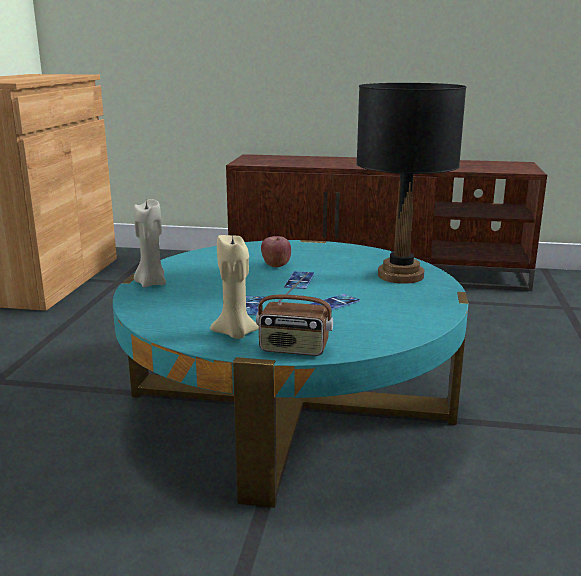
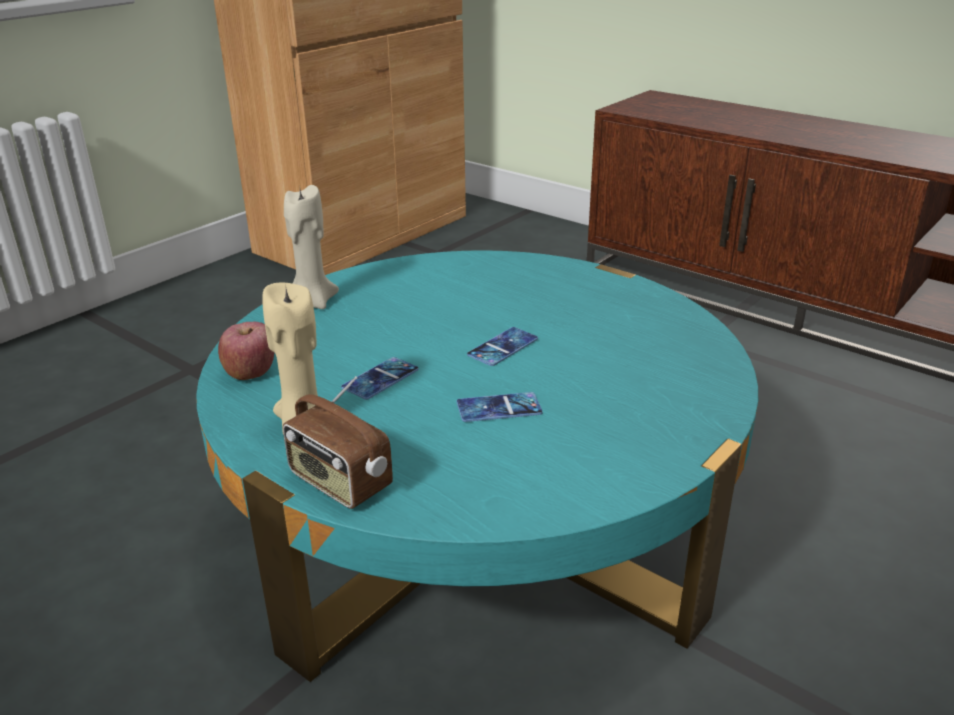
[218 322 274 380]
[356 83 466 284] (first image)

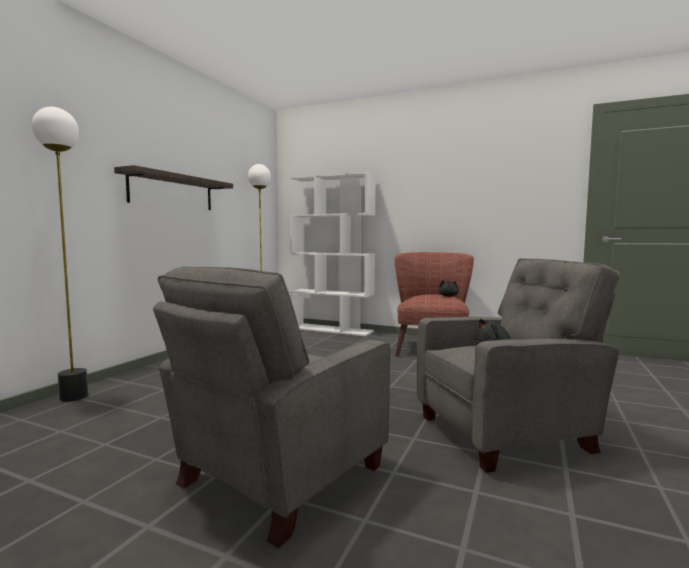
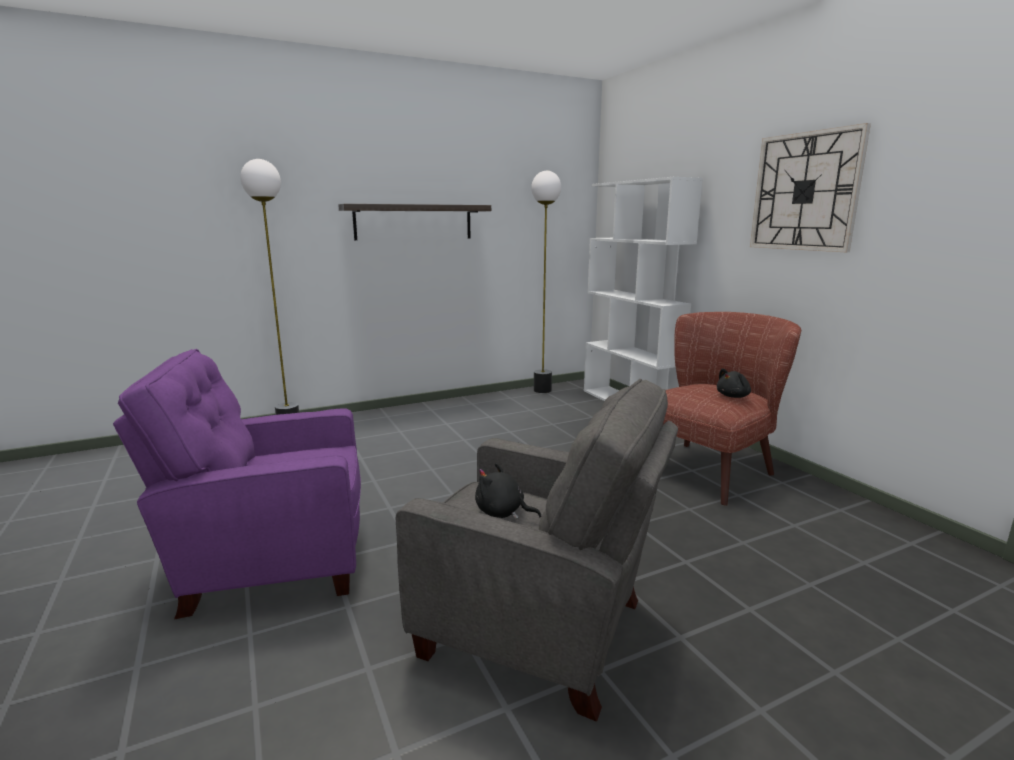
[113 349 361 619]
[750 123 871 252]

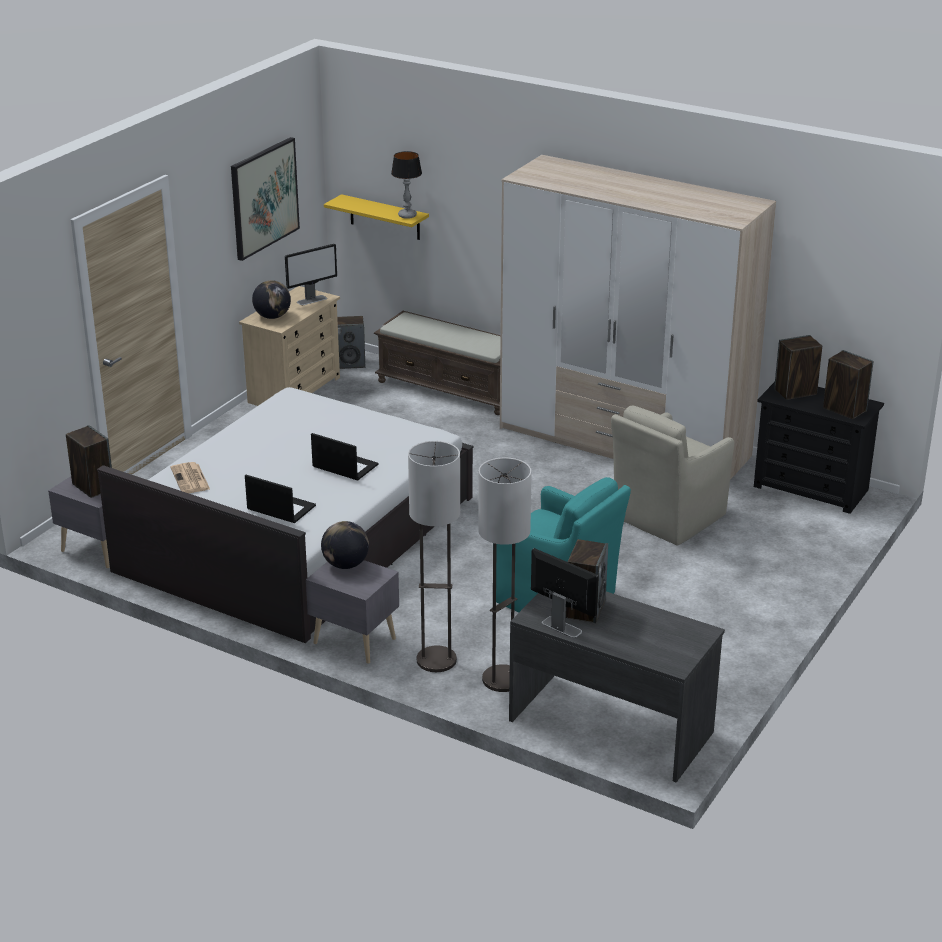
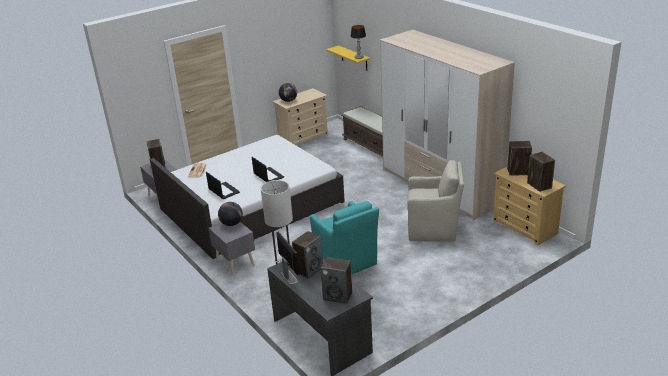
[231 137 300 261] (first image)
[285 244 337 305] (first image)
[321 257 352 304]
[408 441 460 672] (first image)
[407 160 464 242]
[493 167 566 245]

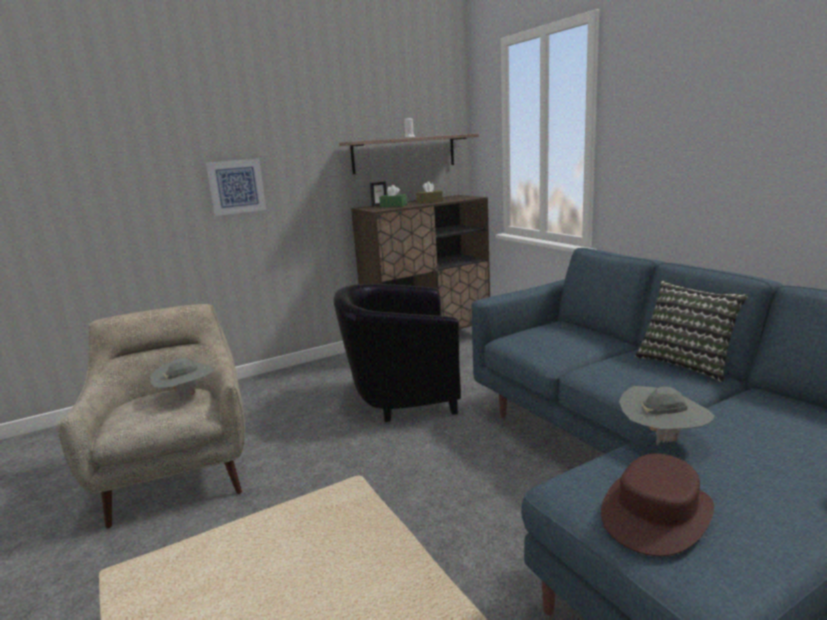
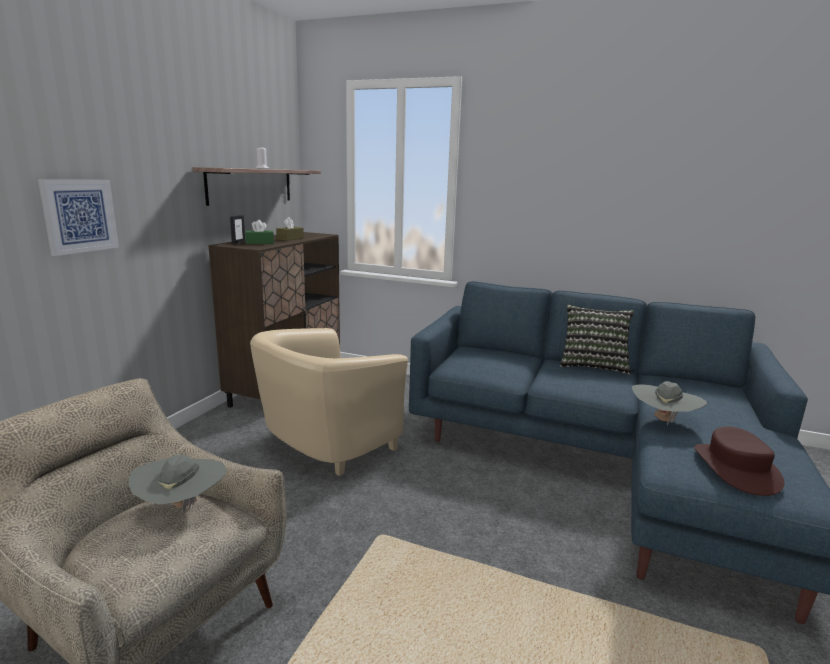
[250 328 408 476]

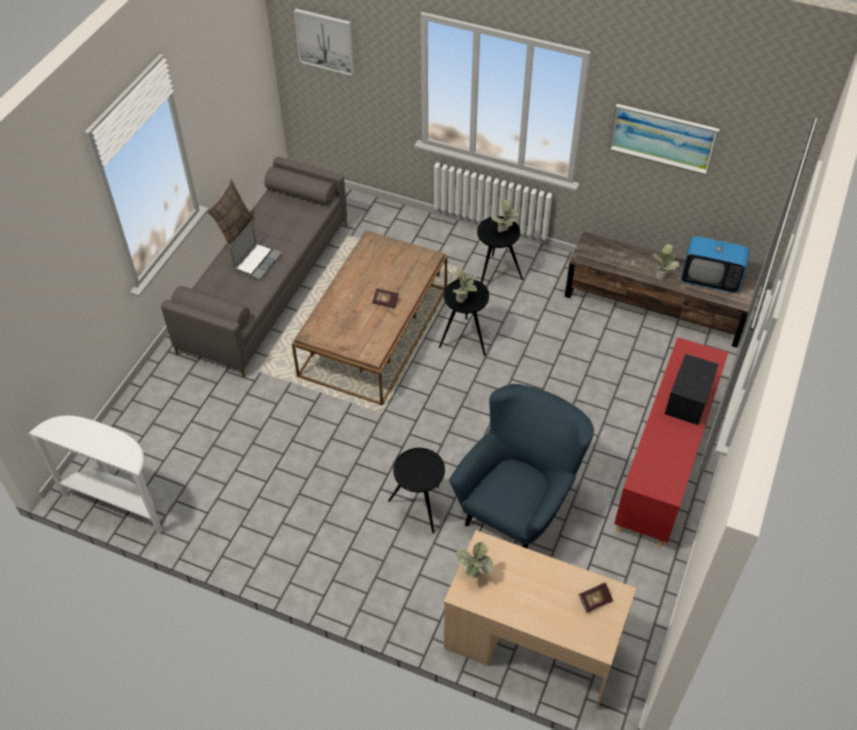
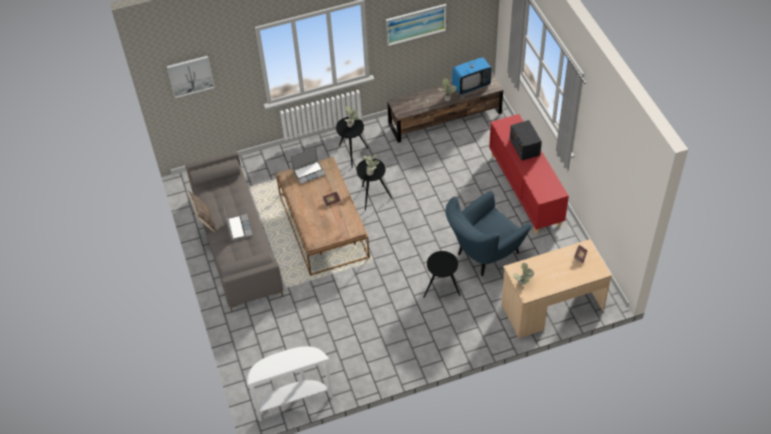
[446 191 532 276]
[291 147 326 184]

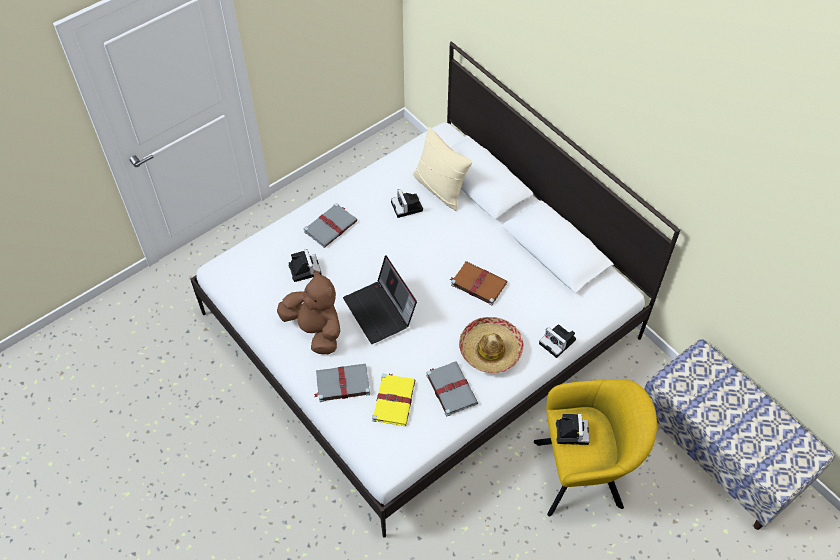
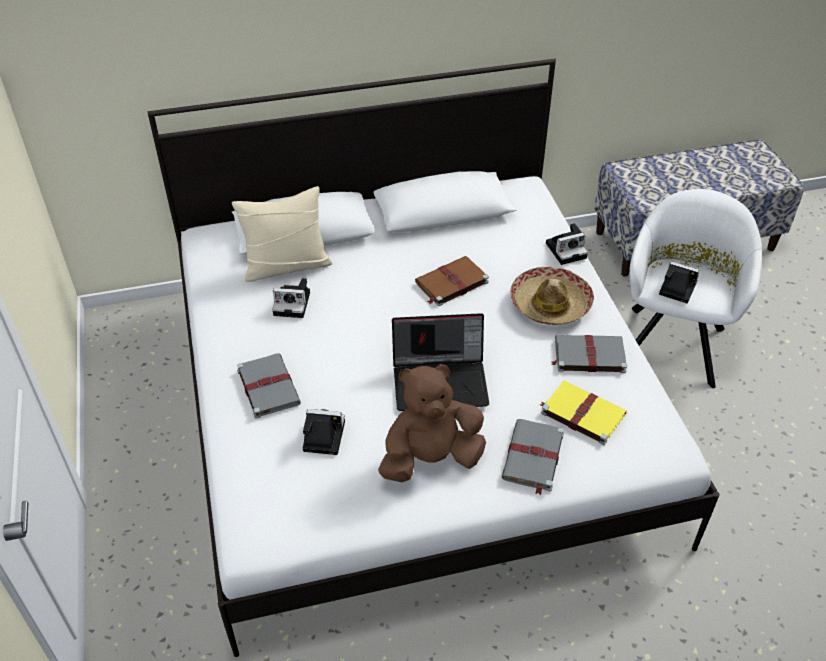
[629 189 762 388]

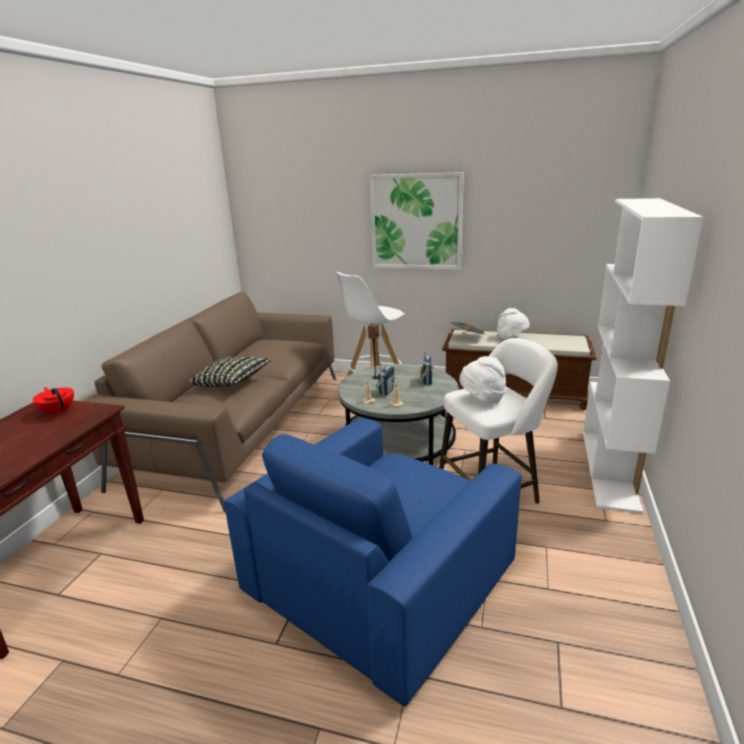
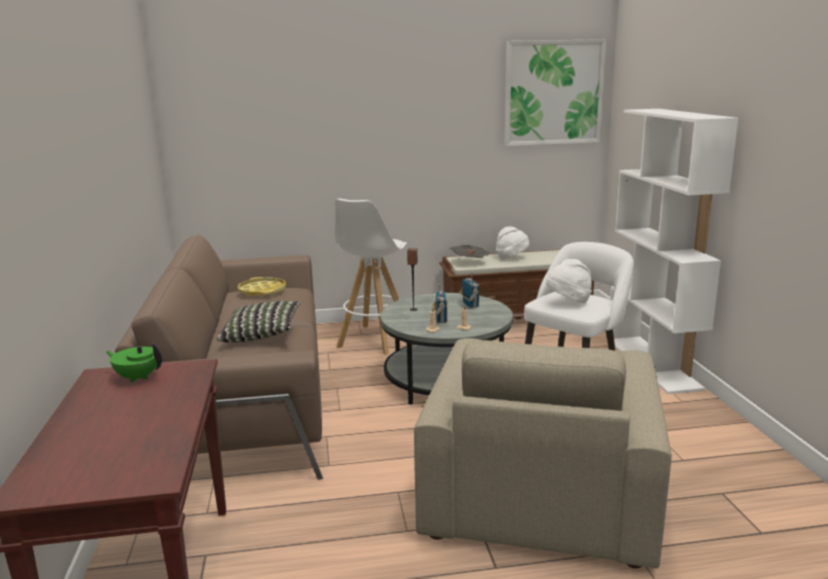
[106 342 162 382]
[414 338 672 568]
[505 39 606 146]
[238 277 286 297]

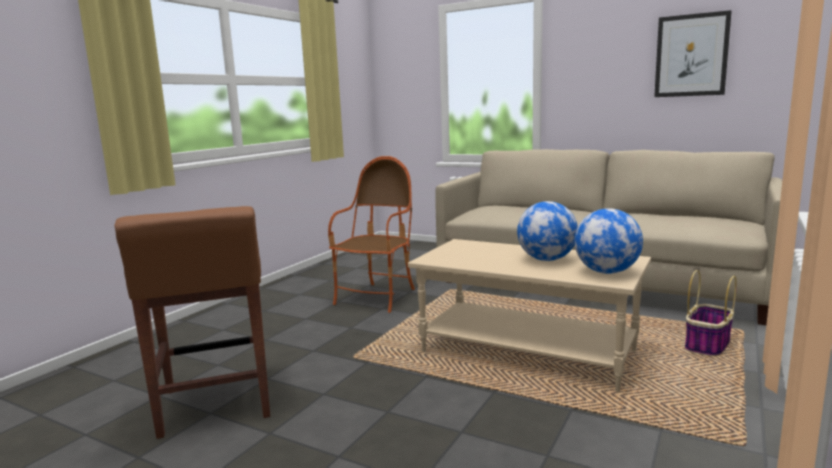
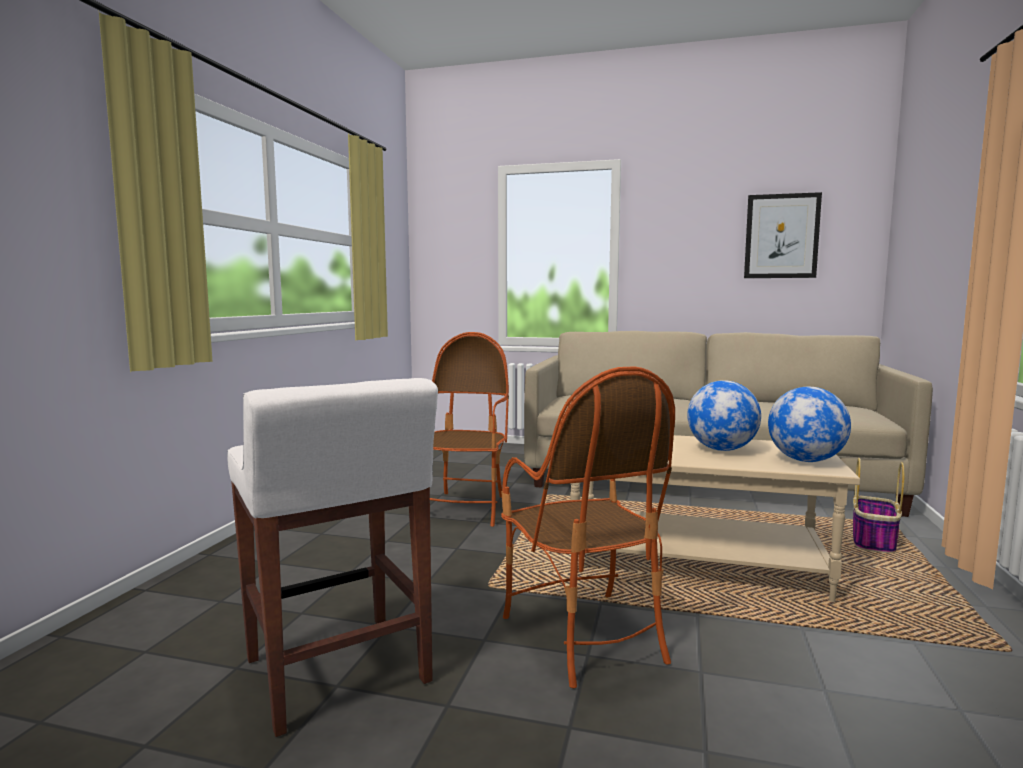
[227 378 438 737]
[501 366 675 688]

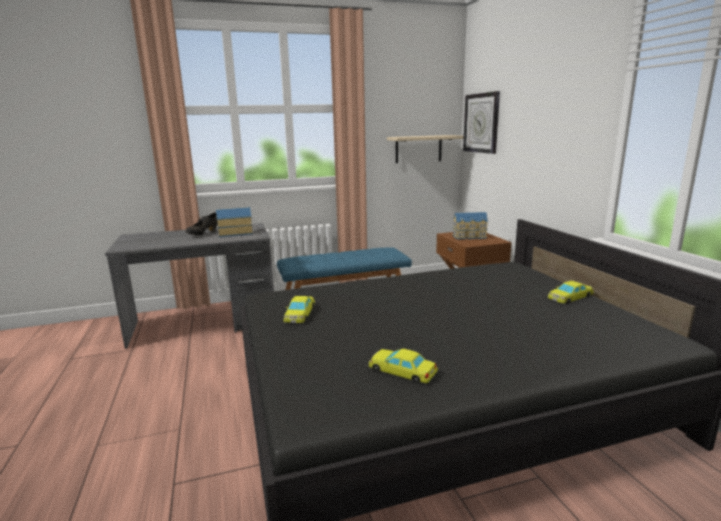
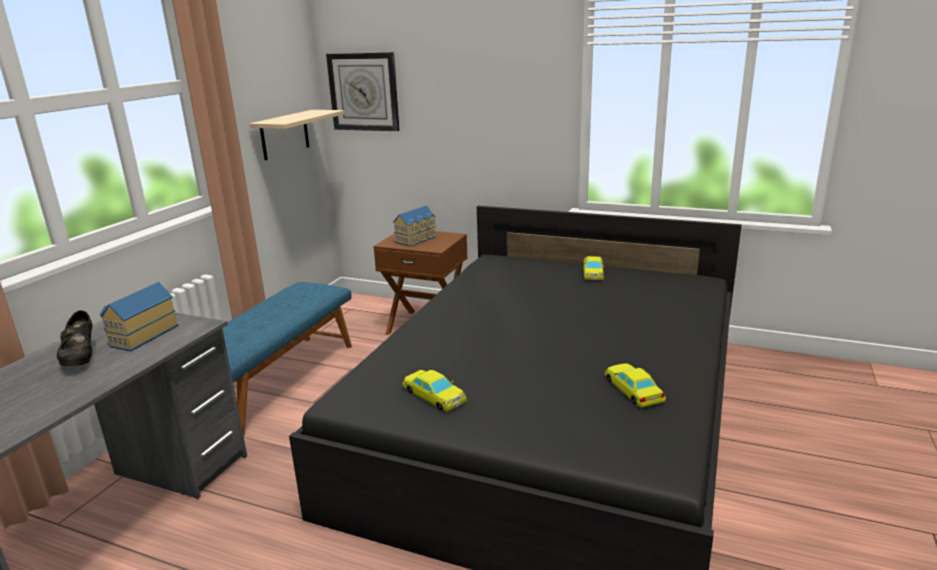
[604 363 666 408]

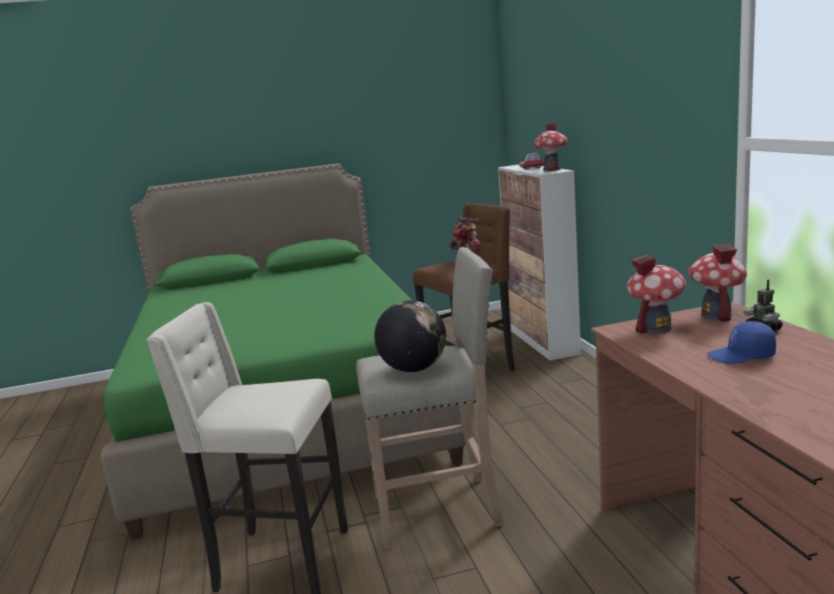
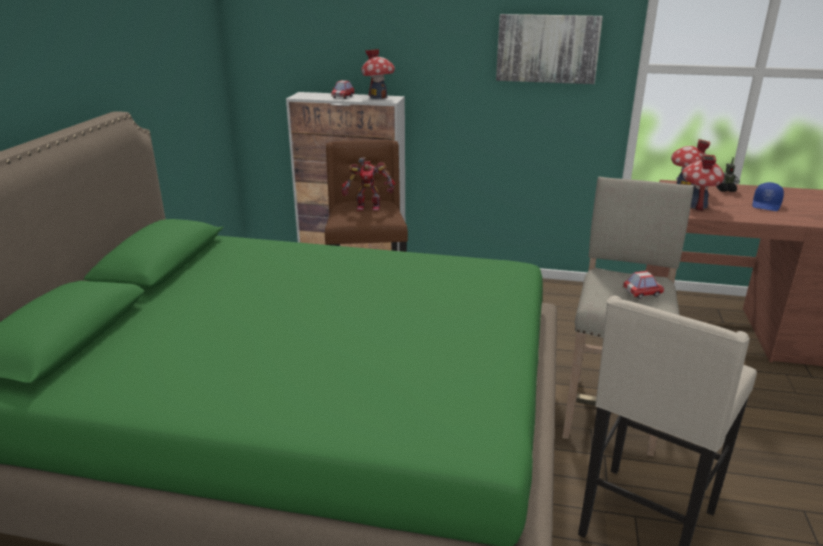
[623 271 664 299]
[496 14 603 84]

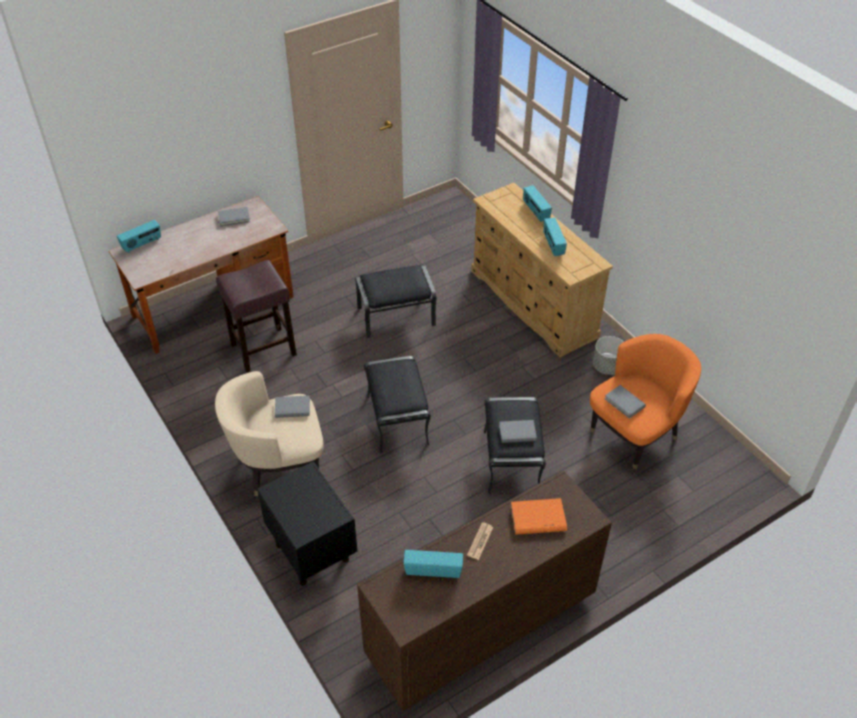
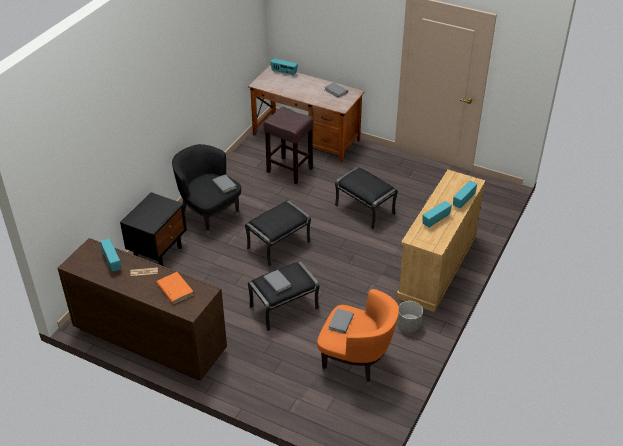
[172 144 241 234]

